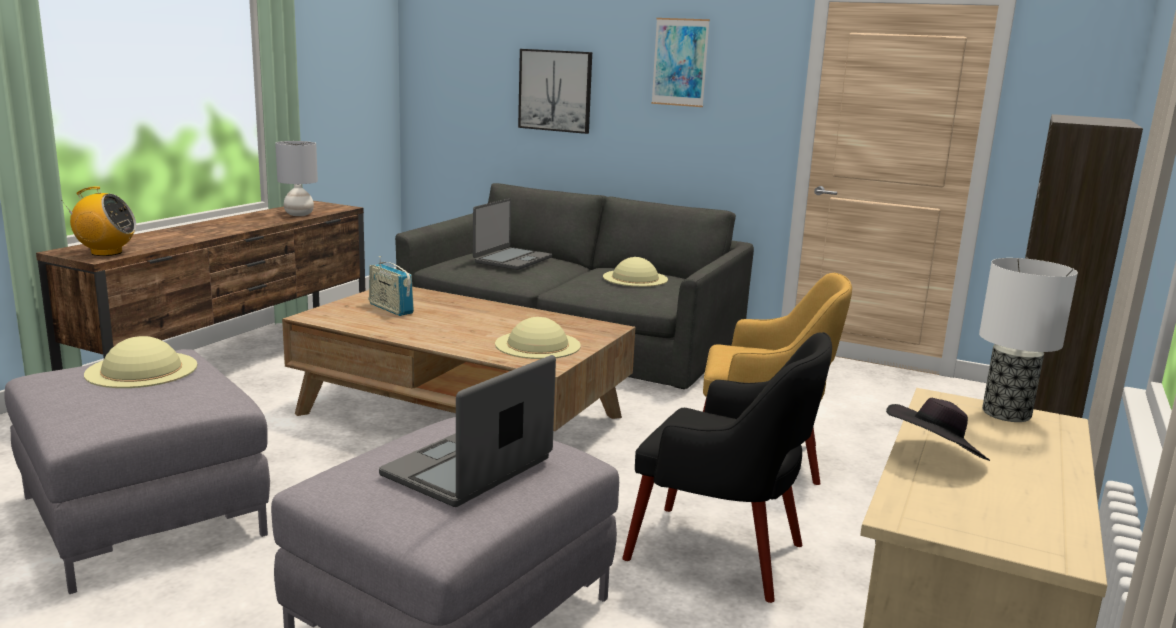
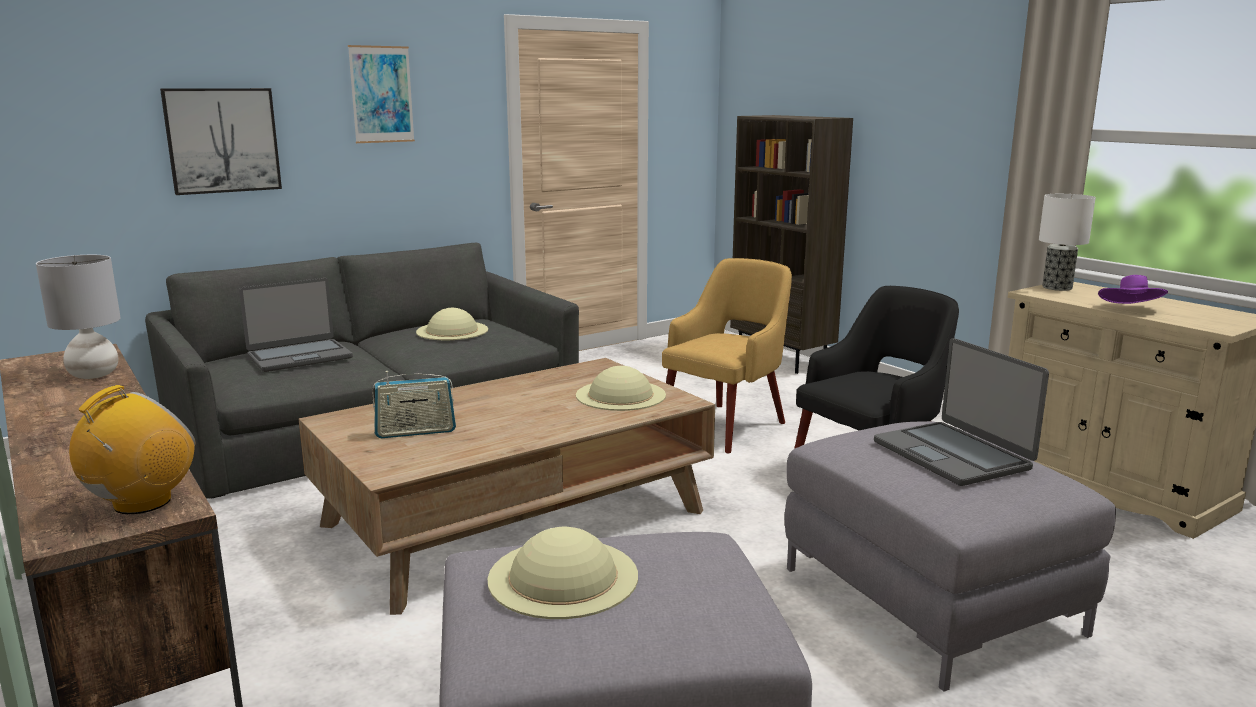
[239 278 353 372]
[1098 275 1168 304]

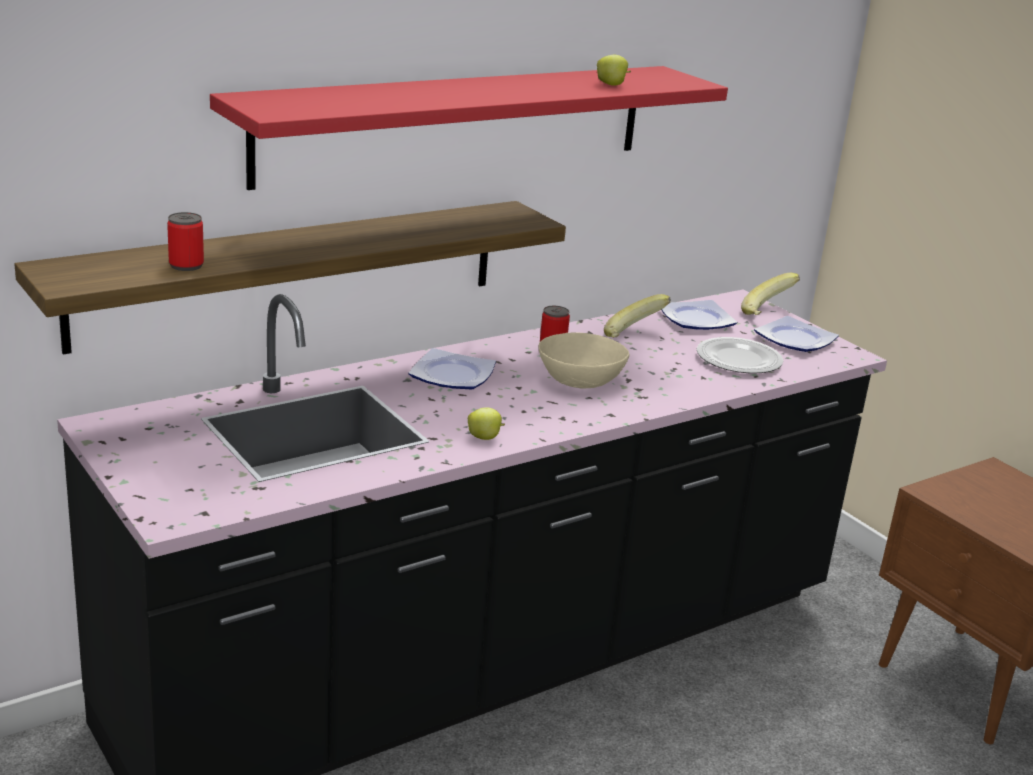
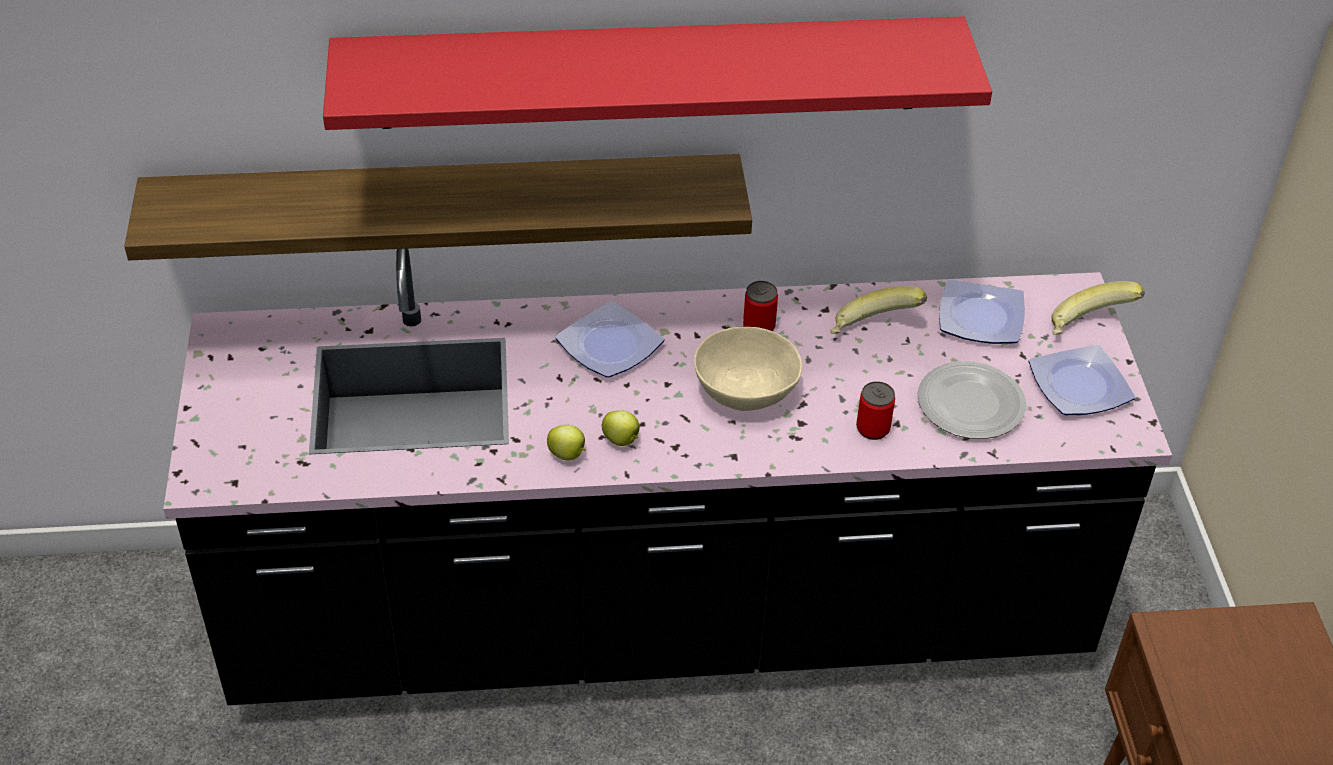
[856 381 895 440]
[602 410 640 446]

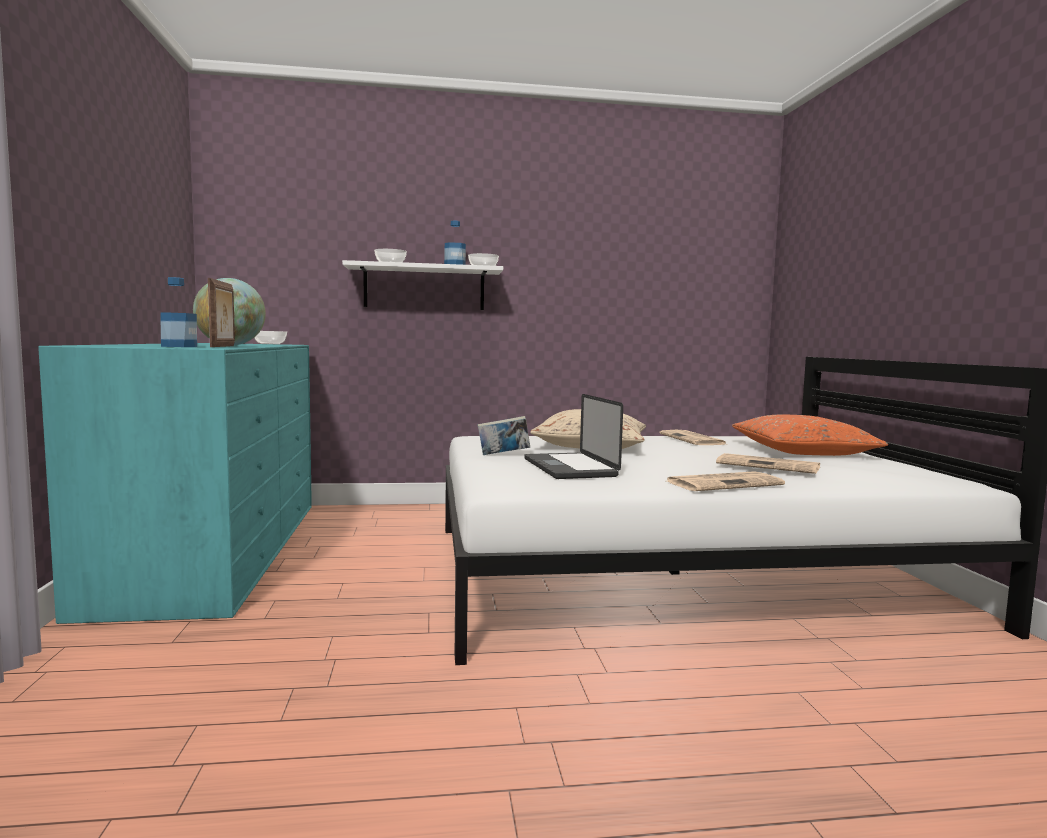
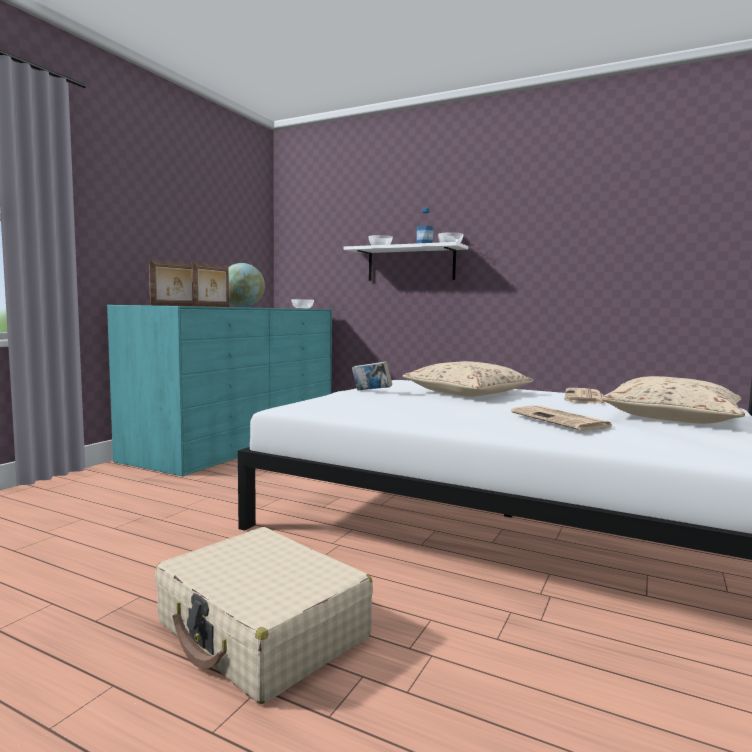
[149 260 192 306]
[524 394 623 479] (first image)
[667 471 785 491] (first image)
[601 376 745 424]
[155 527 373 704]

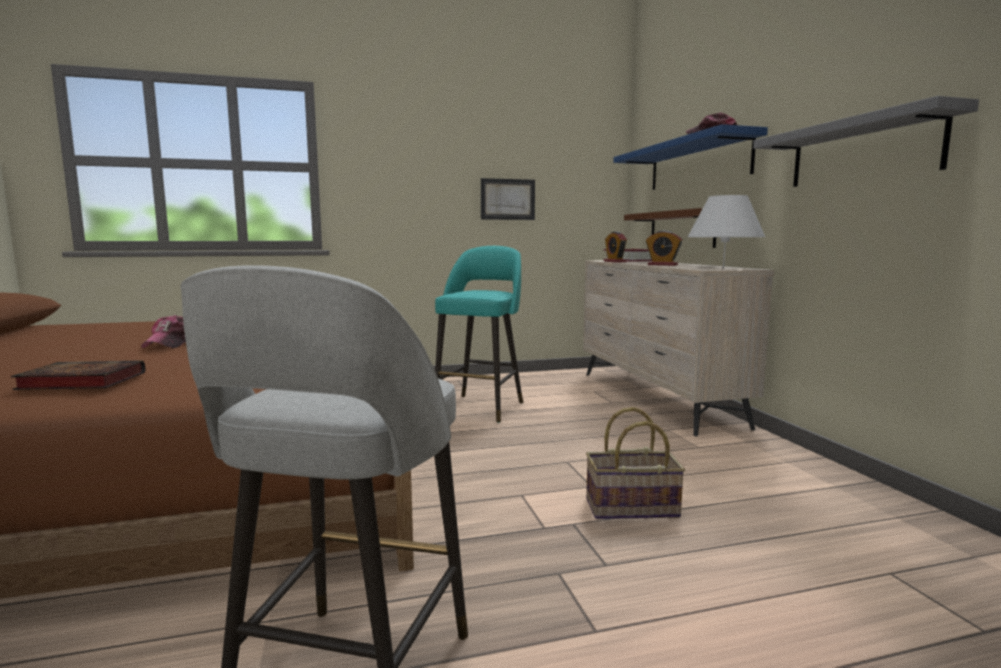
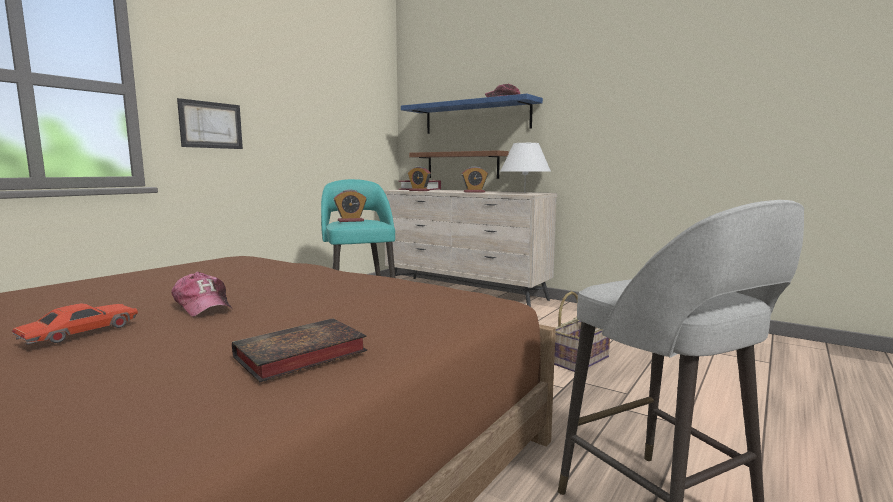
[177 98 243 149]
[753 96 979 187] (first image)
[12 303 138 345]
[334 189 367 222]

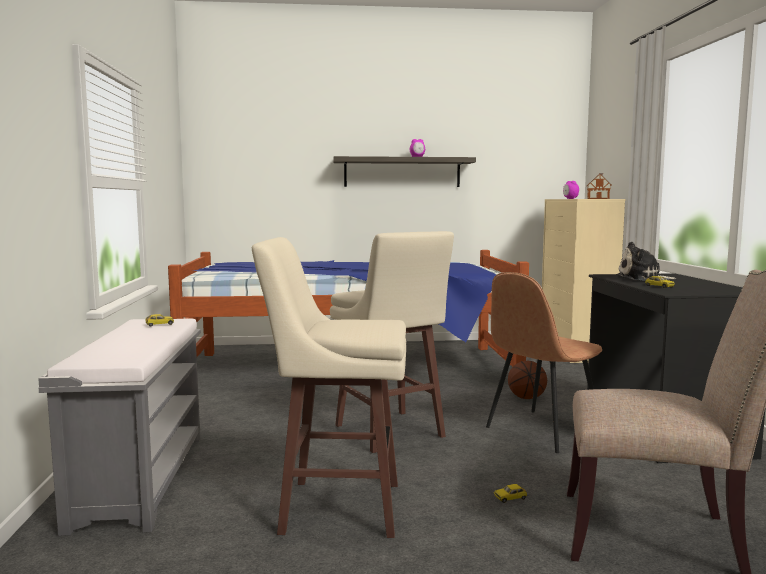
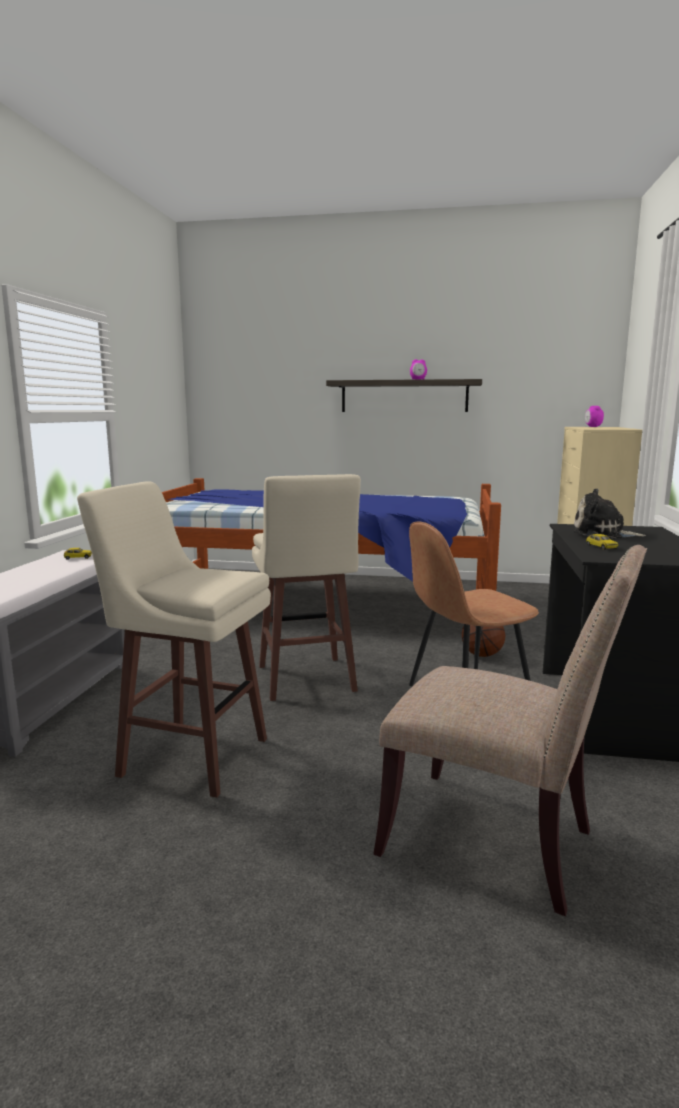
[494 484 527 503] (first image)
[587 173 612 199] (first image)

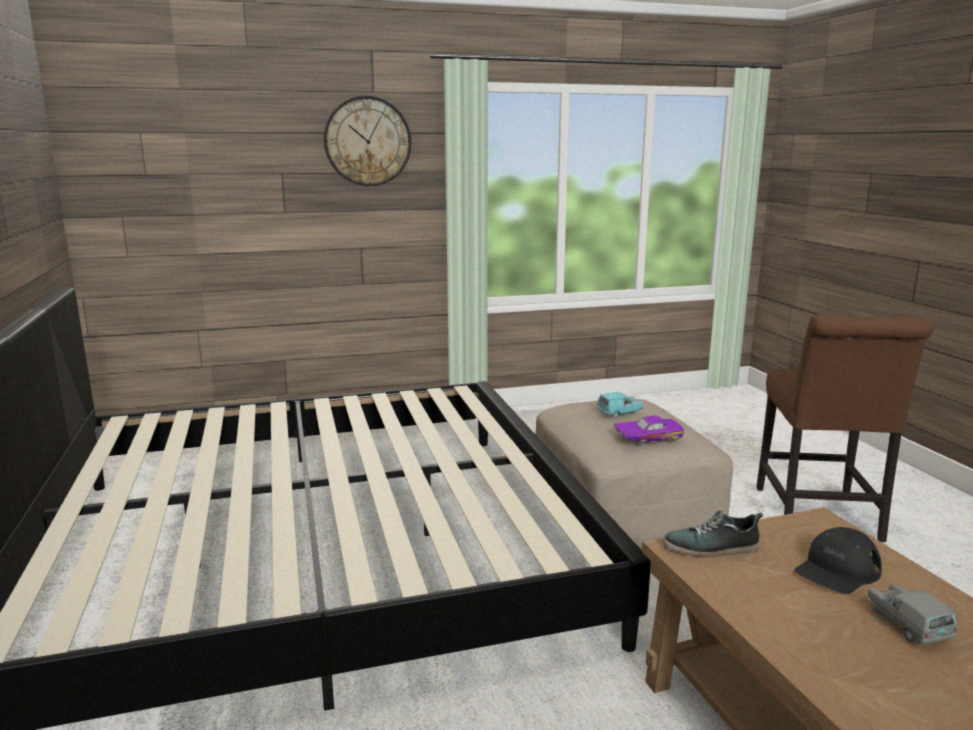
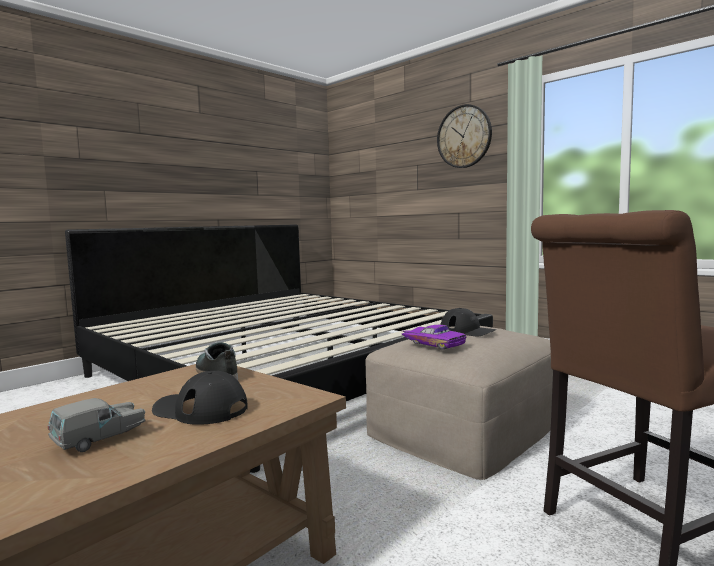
[440 308 496 336]

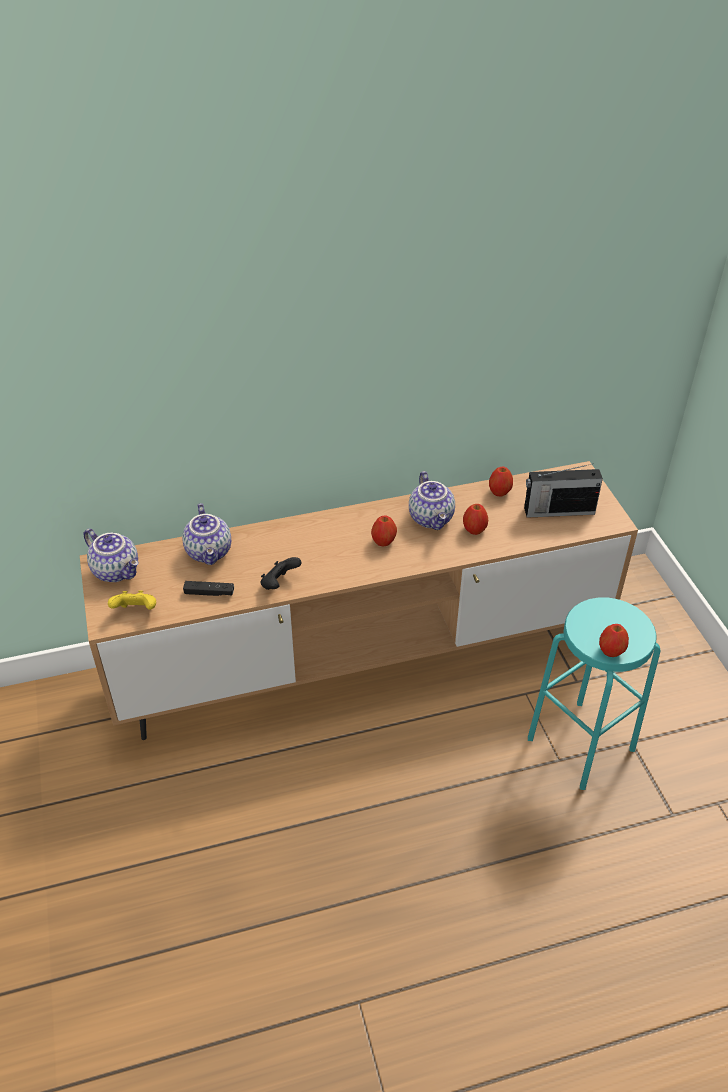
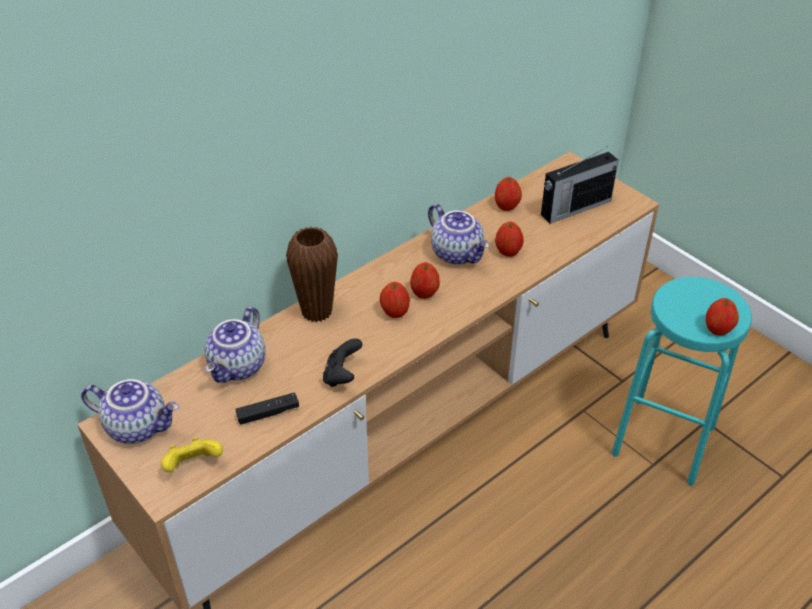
[205 306 266 383]
[286 227 338 322]
[380 282 410 318]

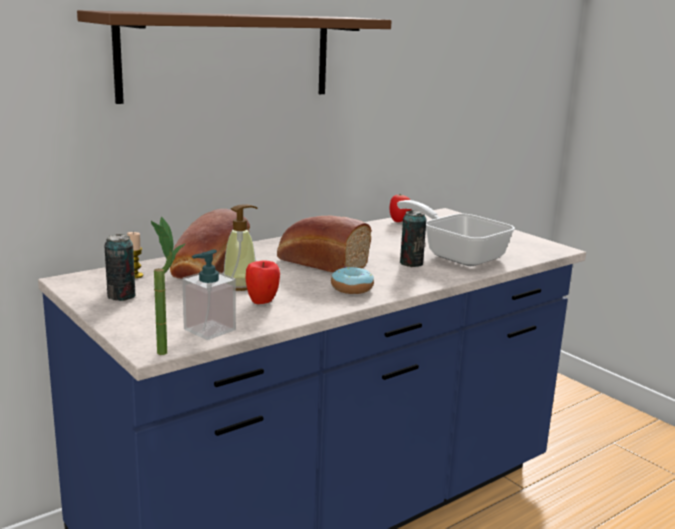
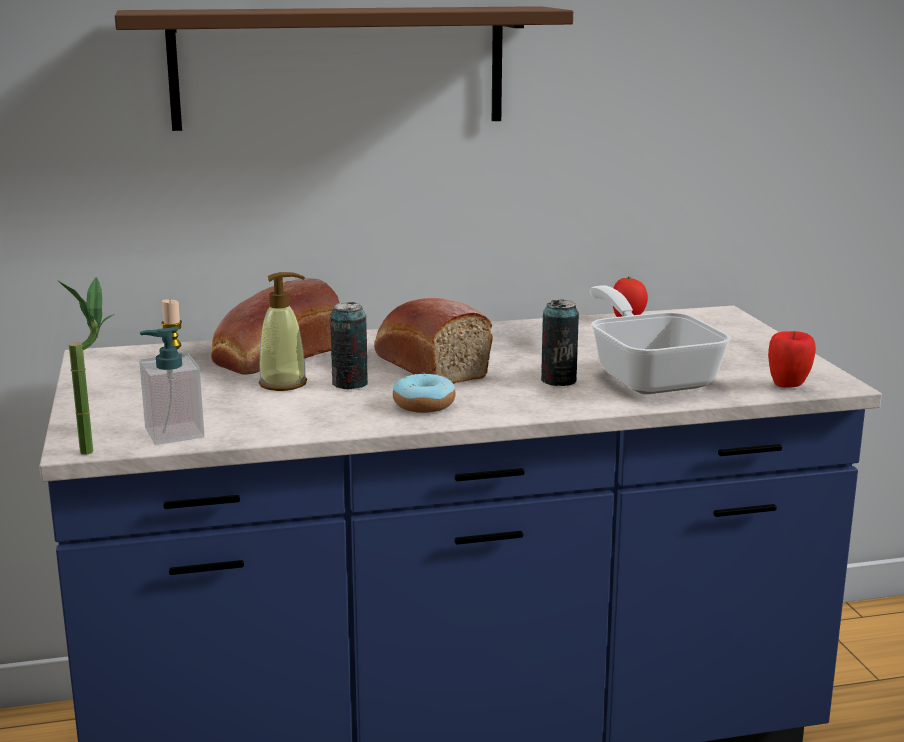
[330 302 368 389]
[768 331 816 388]

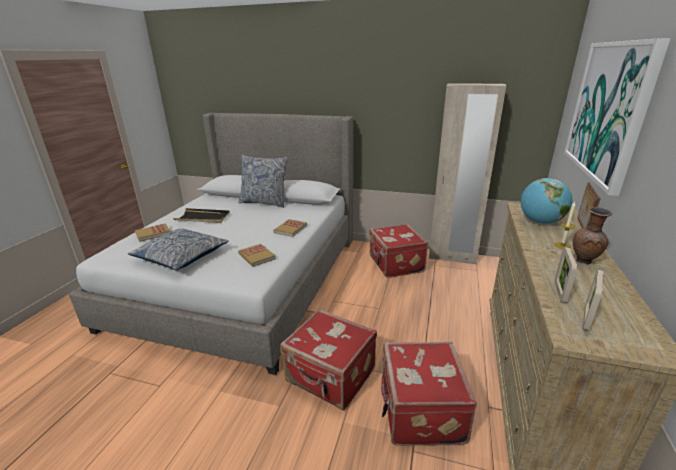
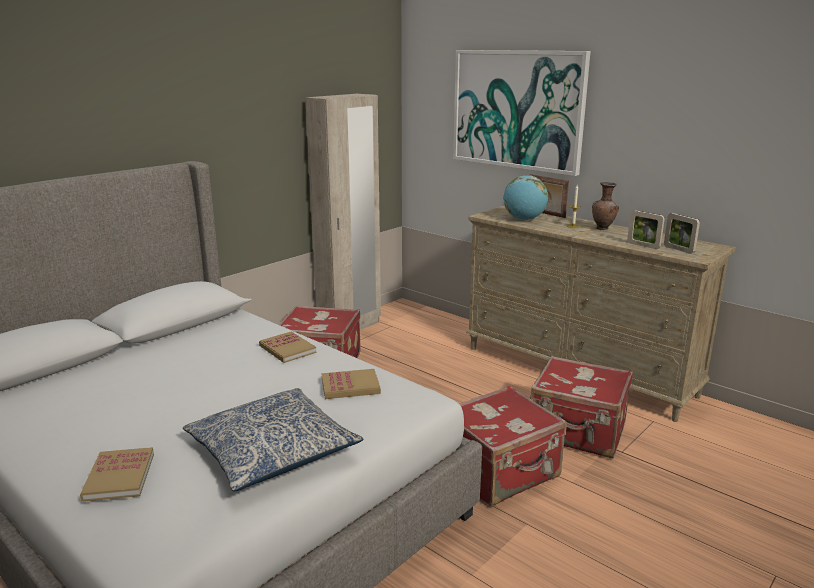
[173 208 230 223] (first image)
[238 155 288 208] (first image)

